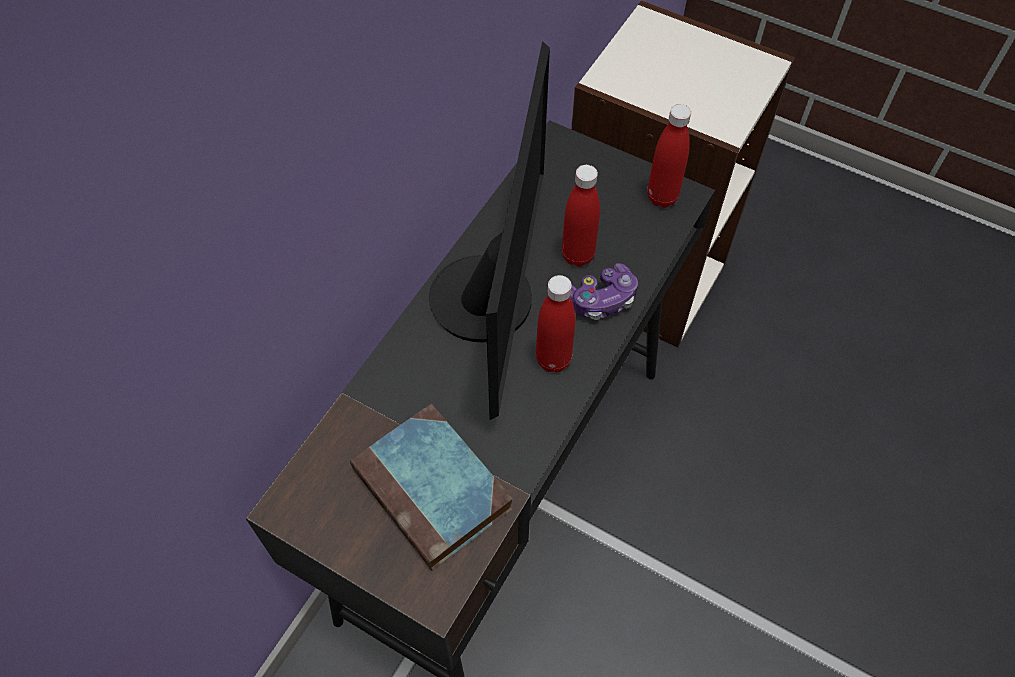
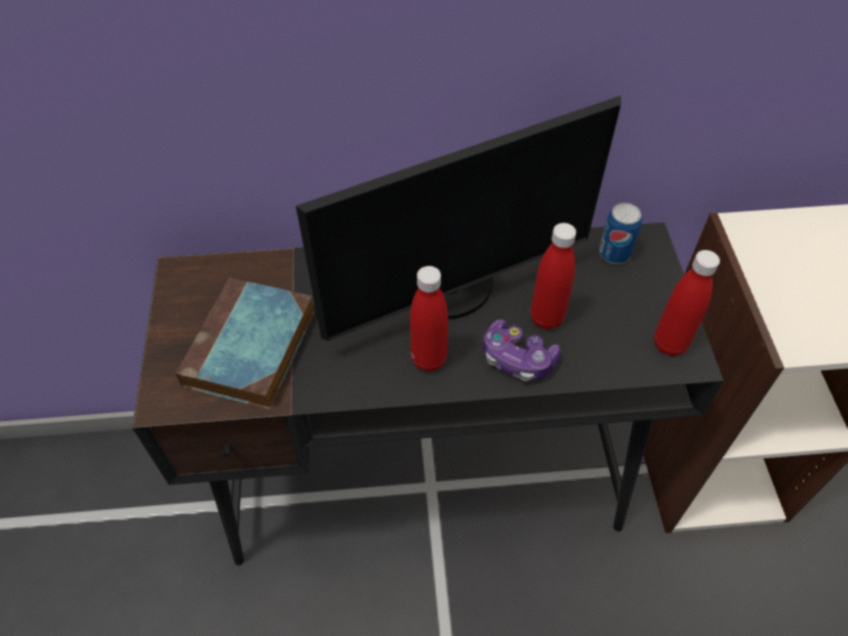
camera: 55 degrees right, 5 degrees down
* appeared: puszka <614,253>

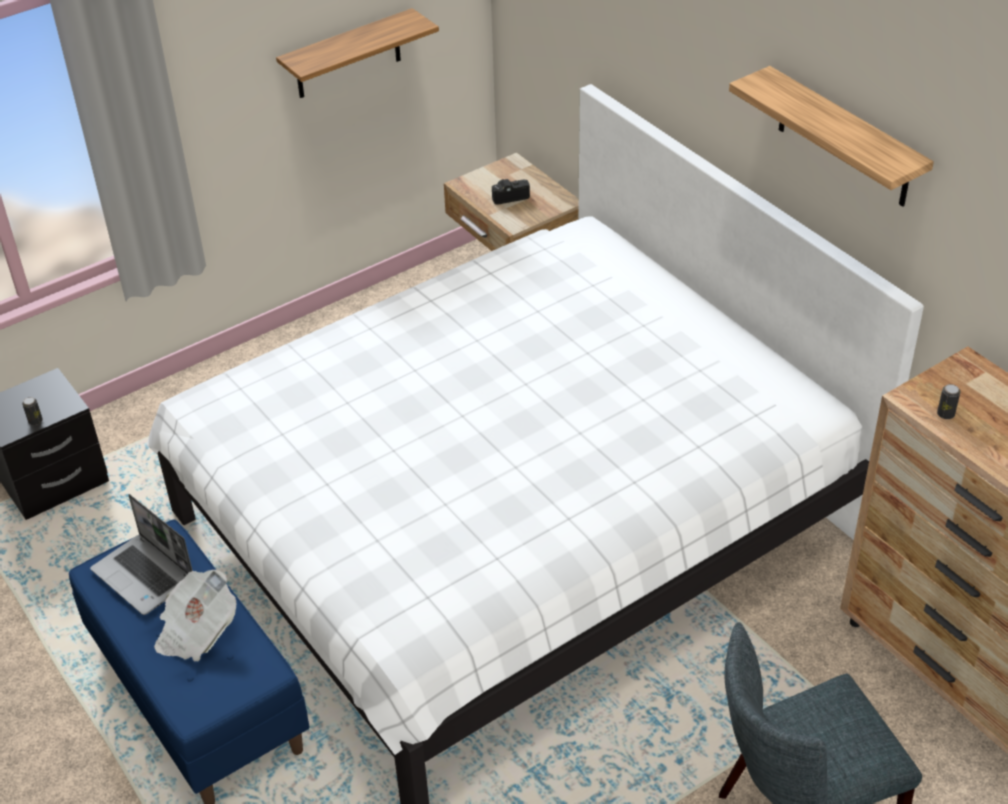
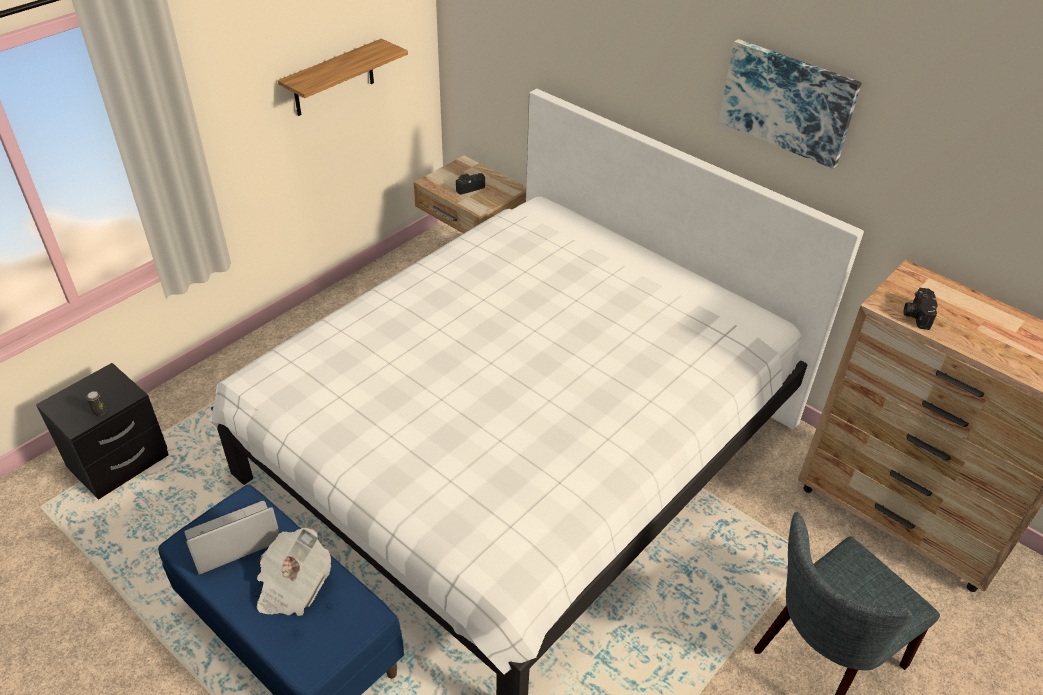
camera: 15 degrees left, 0 degrees up
* spun: laptop <145,575> = <232,540> 120 degrees clockwise
* exchanged: półka <844,139> to obraz <788,101>
* exchanged: puszka <945,414> to aparat fotograficzny <916,314>

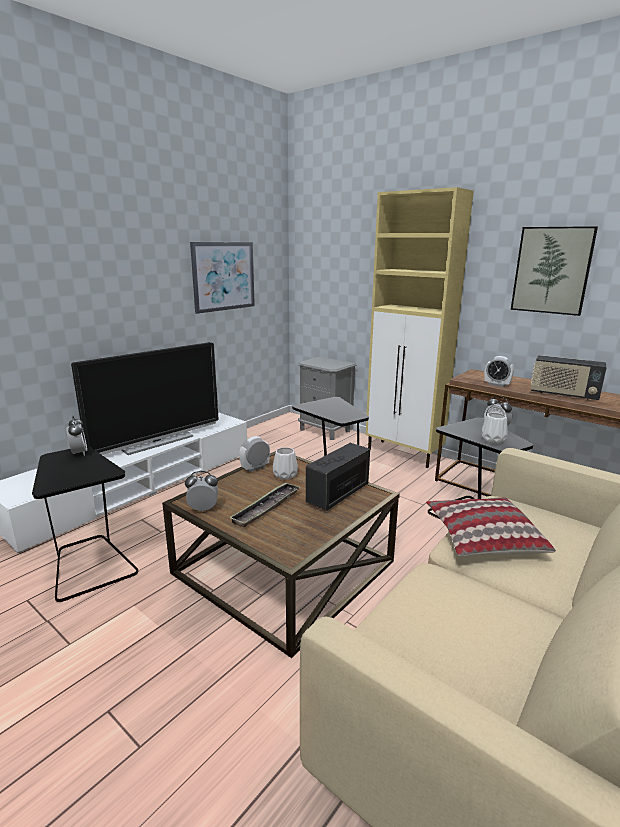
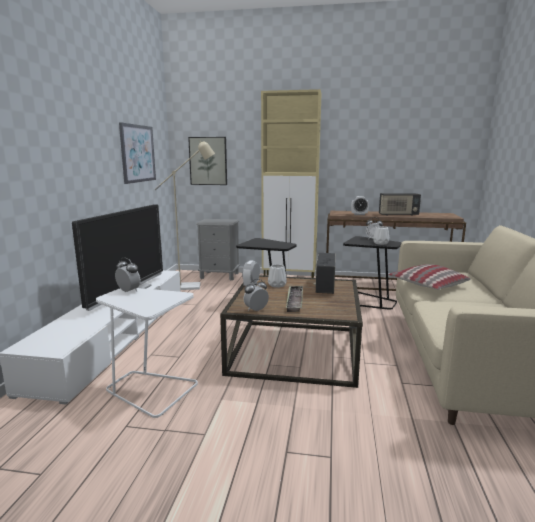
camera: 30 degrees left, 5 degrees down
* colour: stolik [czarny] <90,565> to stolik [biały] <150,390>
* appeared: lampa stojąca [beżowy] <192,286>
* relocated: obraz <552,270> to <208,161>

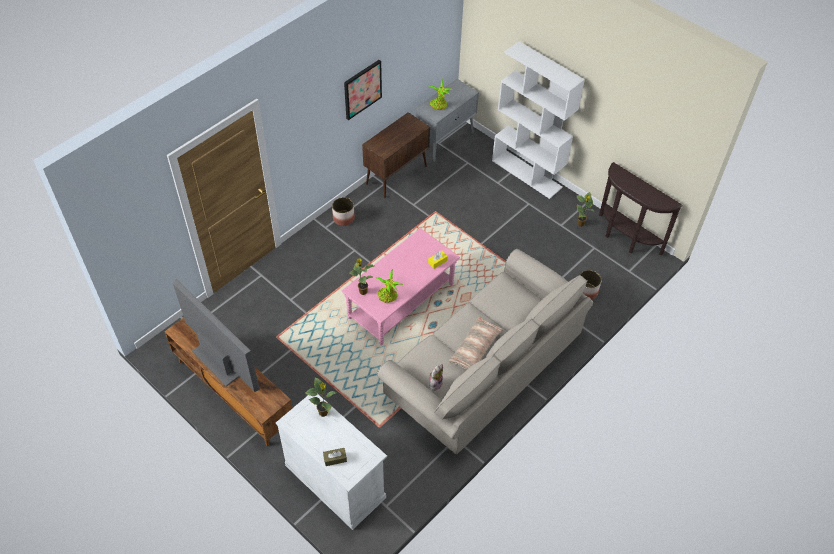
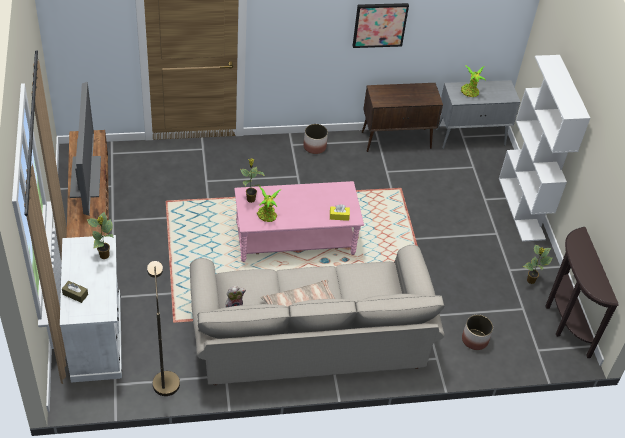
camera: 35 degrees right, 5 degrees down
* appeared: lampa stojąca [brązowy] <164,378>

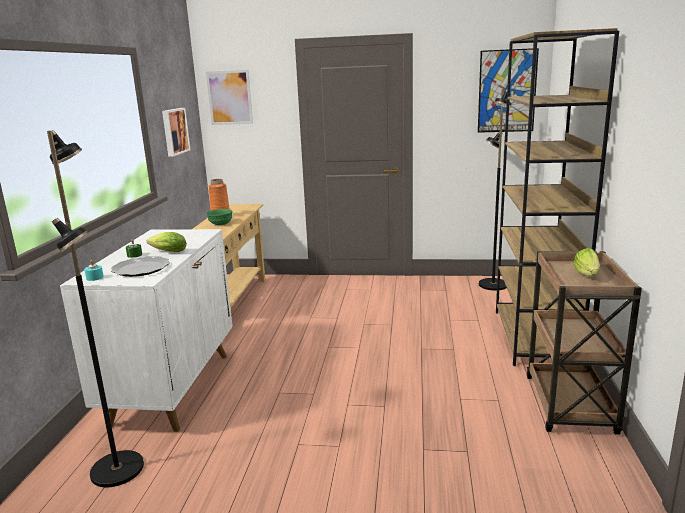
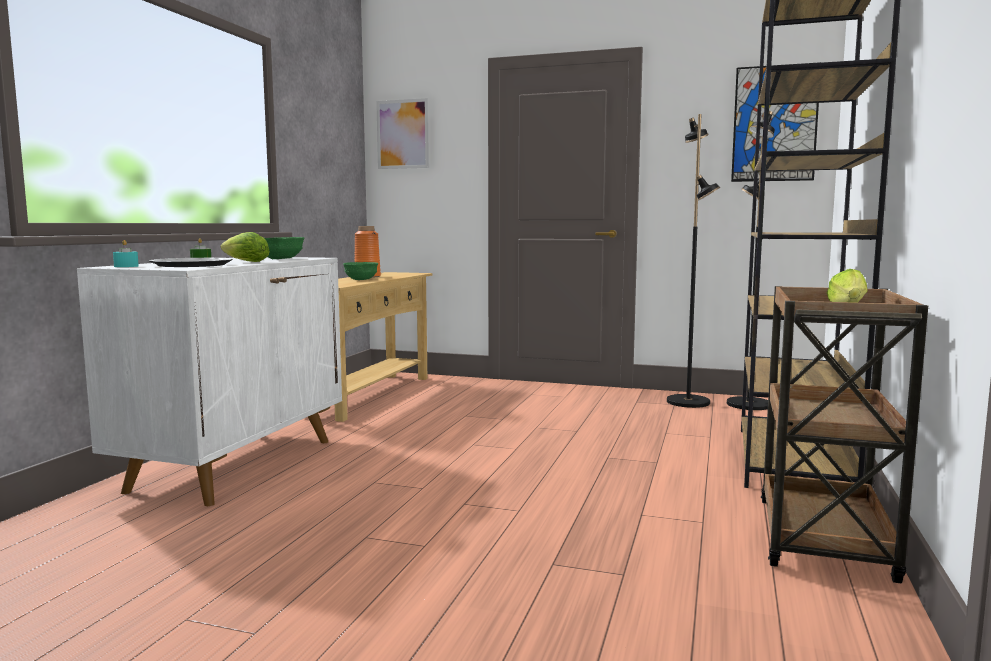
camera: 10 degrees right, 10 degrees down
* appeared: miska [zielony] <282,259>
* relocated: lampa stojąca [czarny] <118,469> to <689,402>
* missing: obraz <174,131>

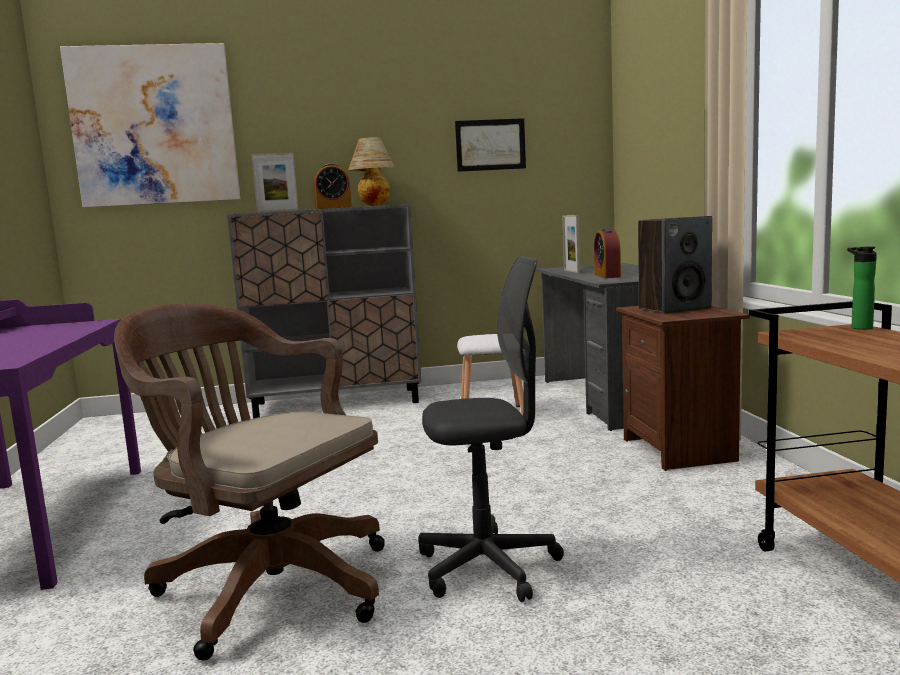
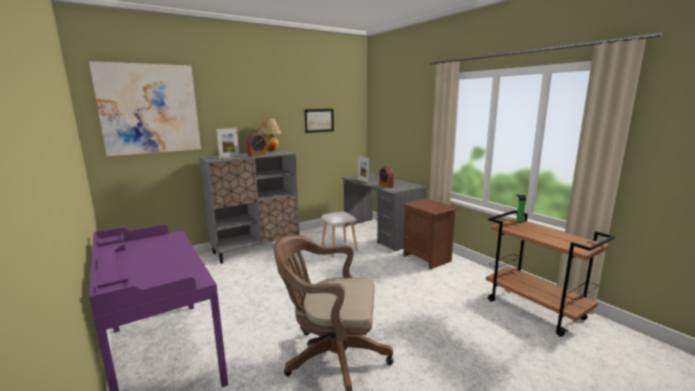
camera: 25 degrees left, 5 degrees up
* missing: krzesło biurowe [szary] <488,567>
* missing: głośnik <674,308>

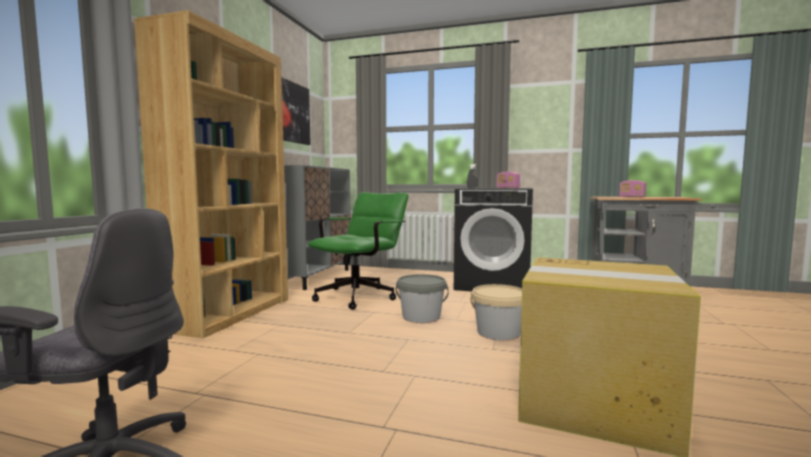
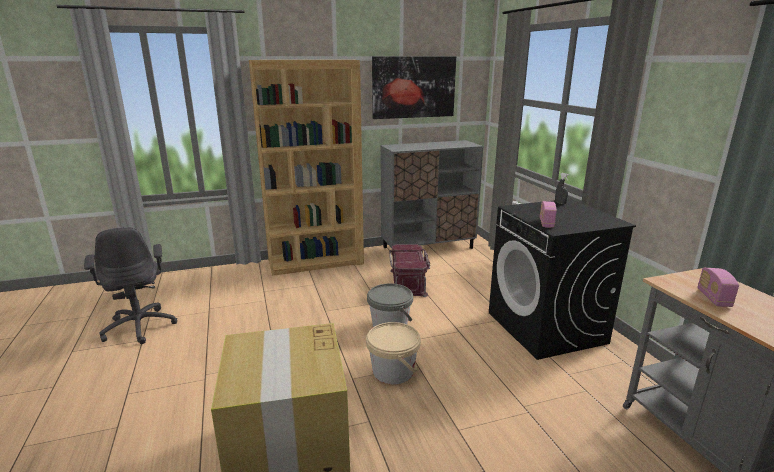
camera: 55 degrees right, 15 degrees up
* exchanged: krzesło biurowe [zielony] <361,296> to pojemnik do przechowywania [czerwony] <409,282>

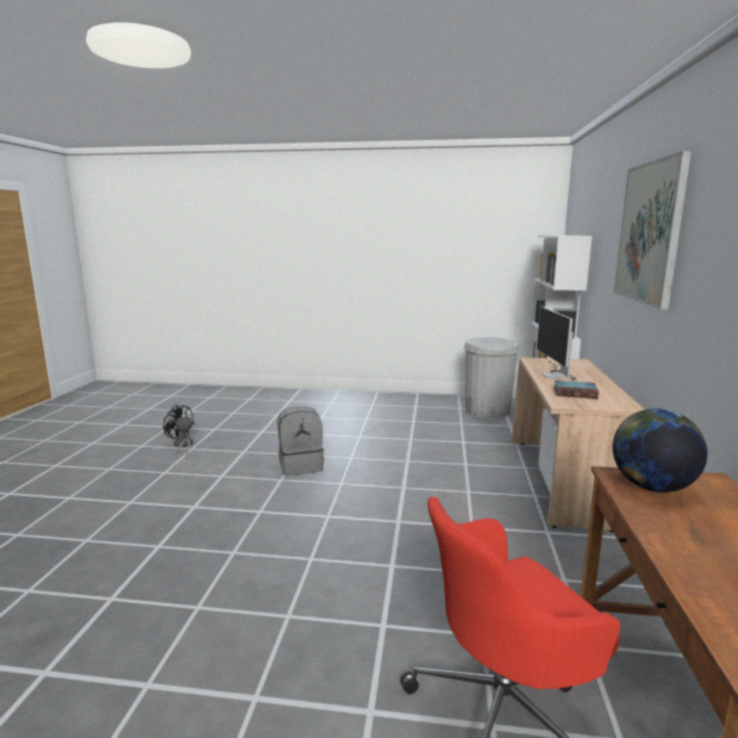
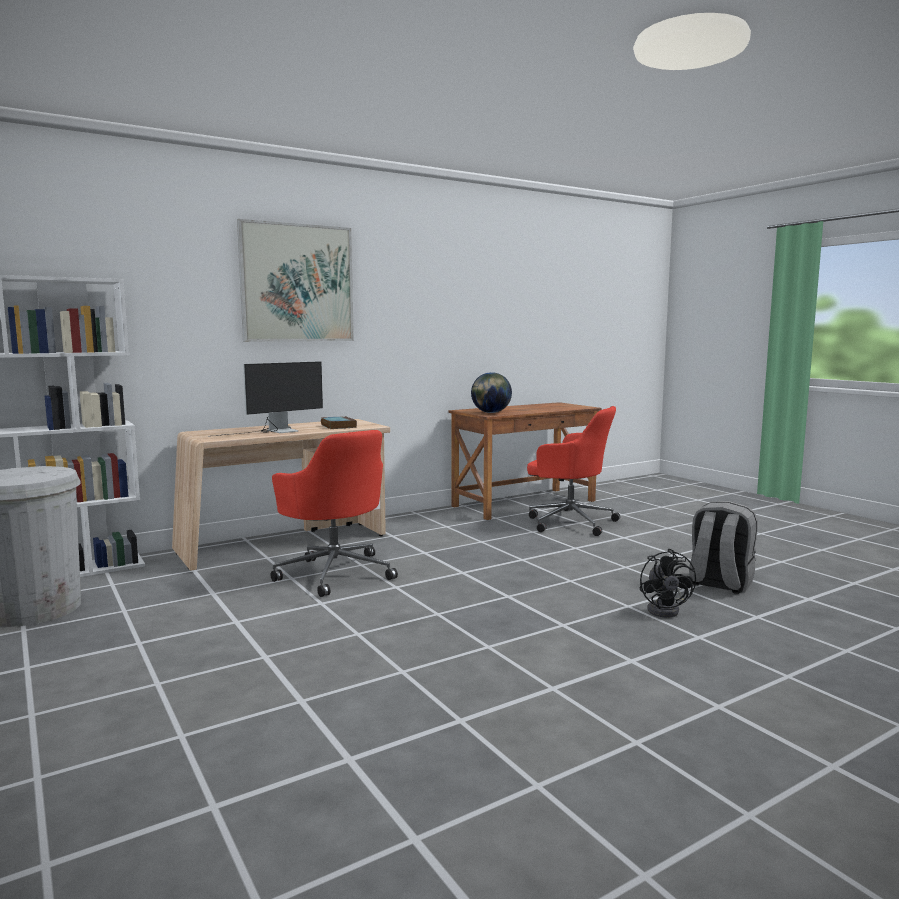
camera: 130 degrees left, 5 degrees down
* appeared: krzesło biurowe [czerwony] <335,573>
* relocated: wentylator [czarny] <182,445> to <666,610>
* relocated: plecak [szary] <301,466> to <719,584>

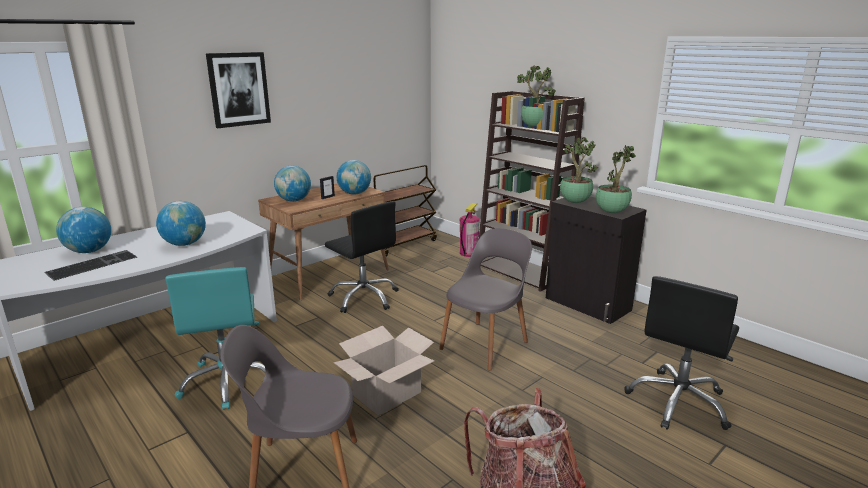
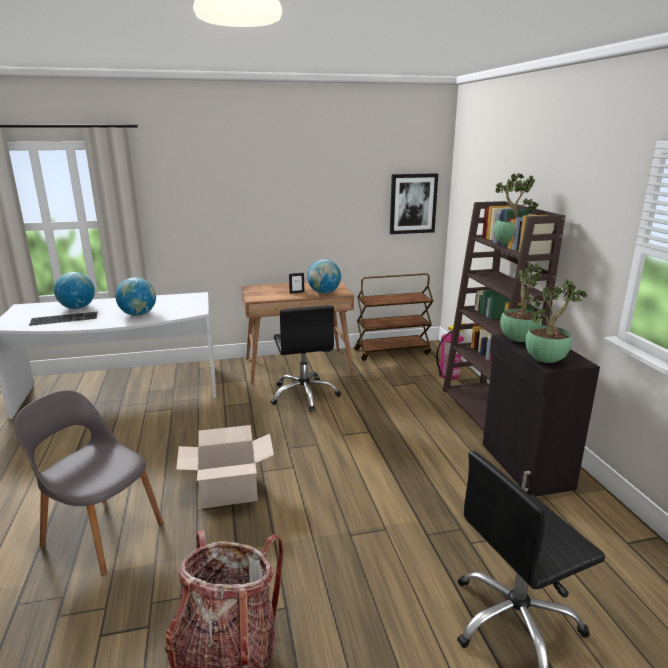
camera: 30 degrees right, 0 degrees up
* relocated: obraz <239,89> to <413,203>
* missing: krzesło biurowe [turkusowy] <228,381>
* missing: globus <294,200>
* missing: krzesło [szary] <485,344>

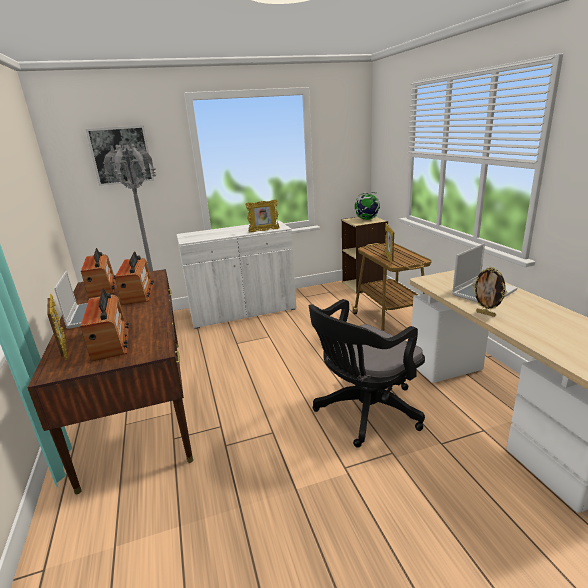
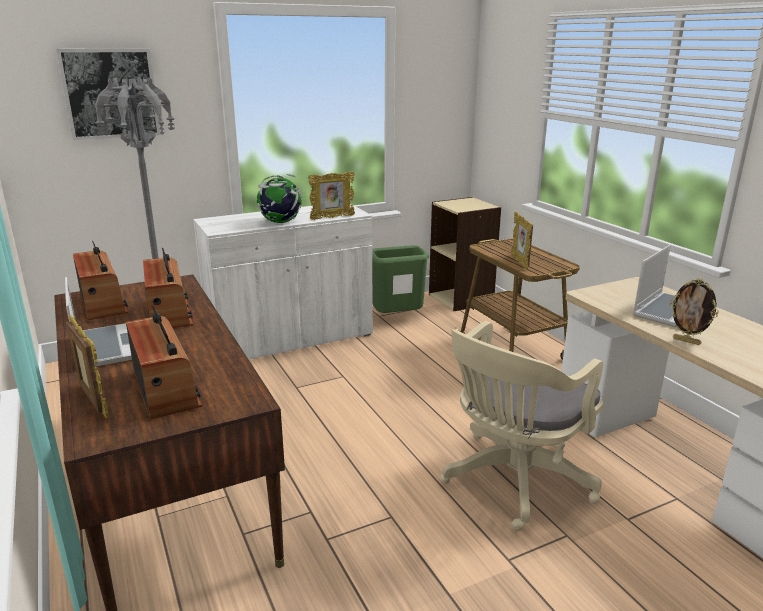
camera: 10 degrees left, 0 degrees up
* relocated: globus <366,219> to <280,222>
* appeared: kosz na śmieci [zielony] <397,319>
* colour: krzesło biurowe [czarny] <364,412> to krzesło biurowe [beżowy] <513,481>

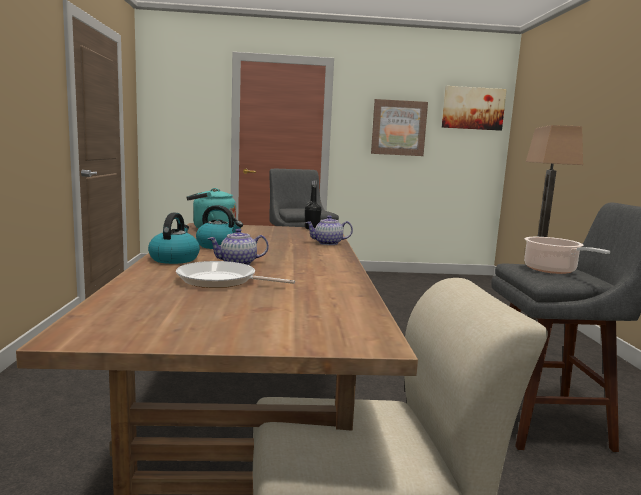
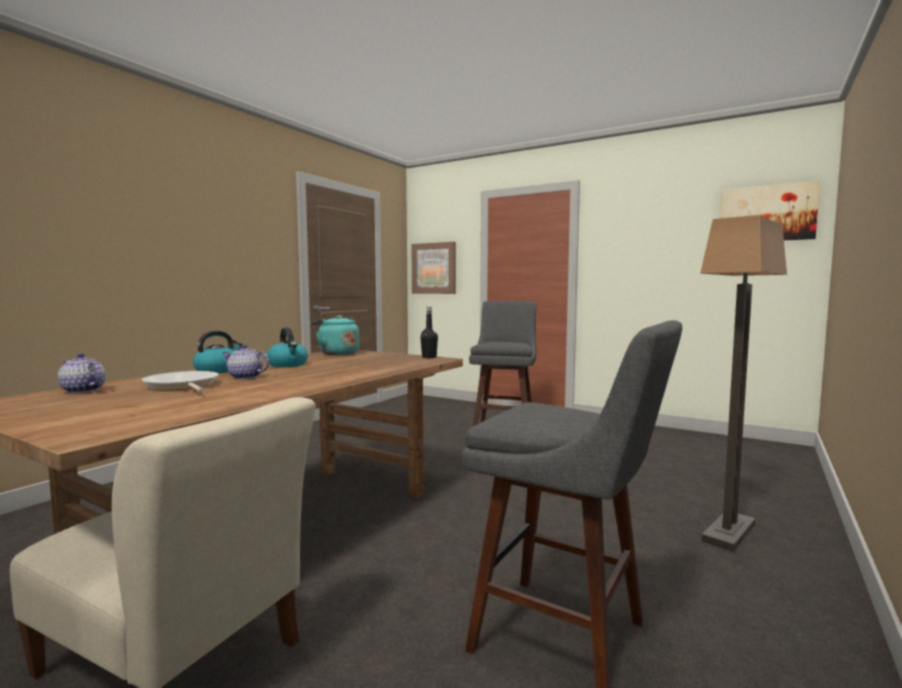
camera: 35 degrees right, 5 degrees down
* relocated: imbryk <328,243> to <82,390>
* relocated: obraz <398,128> to <434,268>
* missing: garnek <552,270>

